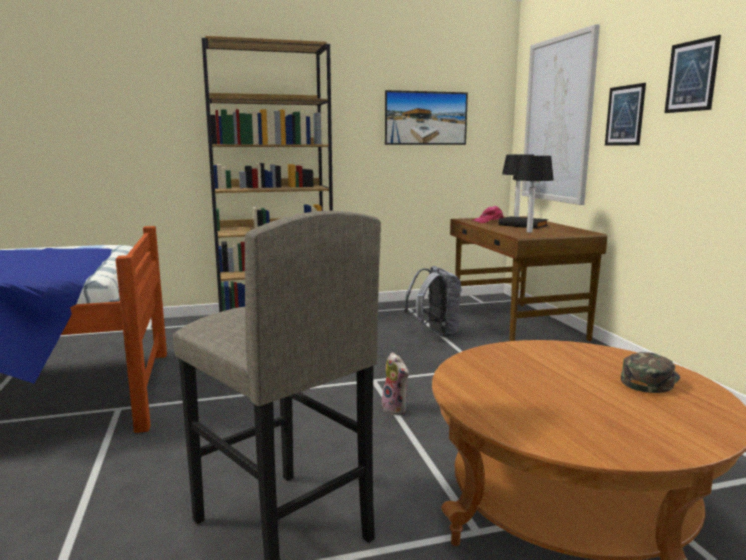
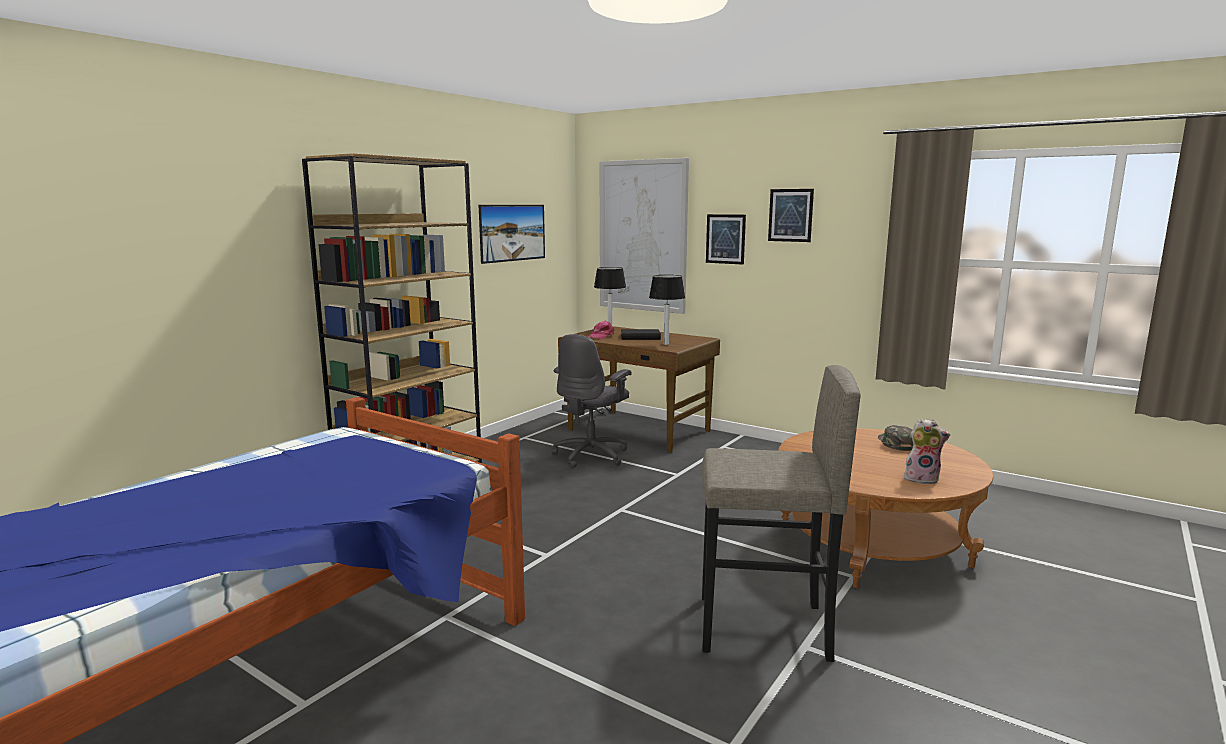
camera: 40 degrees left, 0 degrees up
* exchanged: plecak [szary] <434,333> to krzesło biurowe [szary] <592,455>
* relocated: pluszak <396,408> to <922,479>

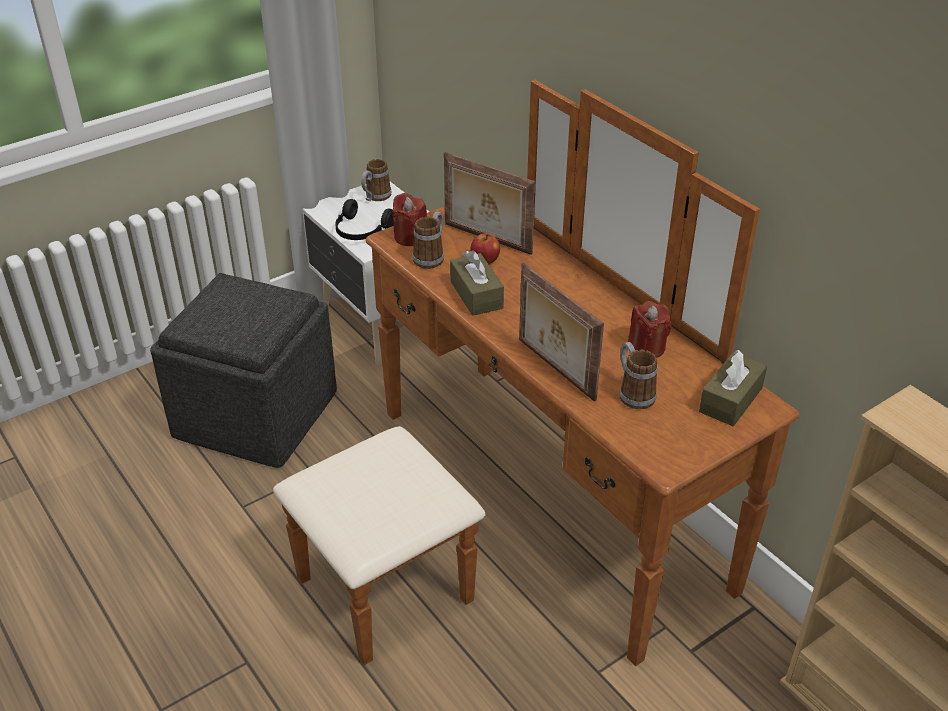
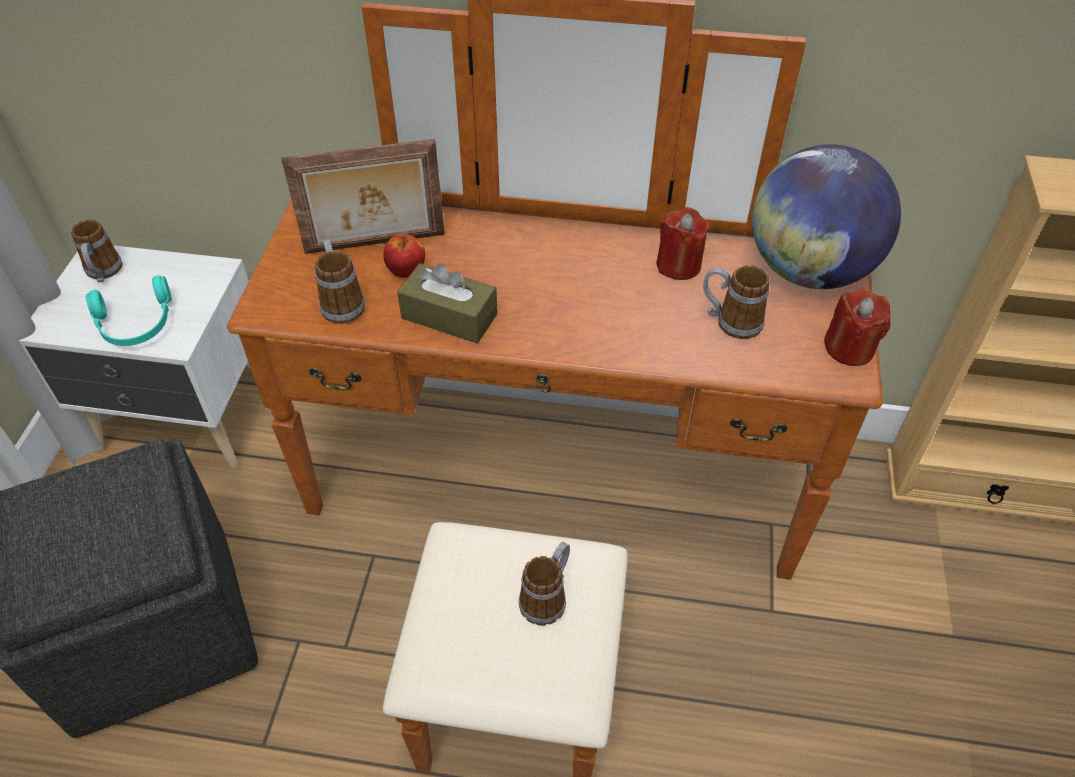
camera: 45 degrees left, 10 degrees up
* colour: słuchawki [czarny] <361,231> to słuchawki [turkusowy] <136,324>
* appeared: kubek <548,596>
* exchanged: pudełko chusteczek [brązowy] <730,400> to globus <809,270>
* relocated: świeca [czerwony] <410,237> to <849,348>
* missing: ramka na zdjęcie <554,370>

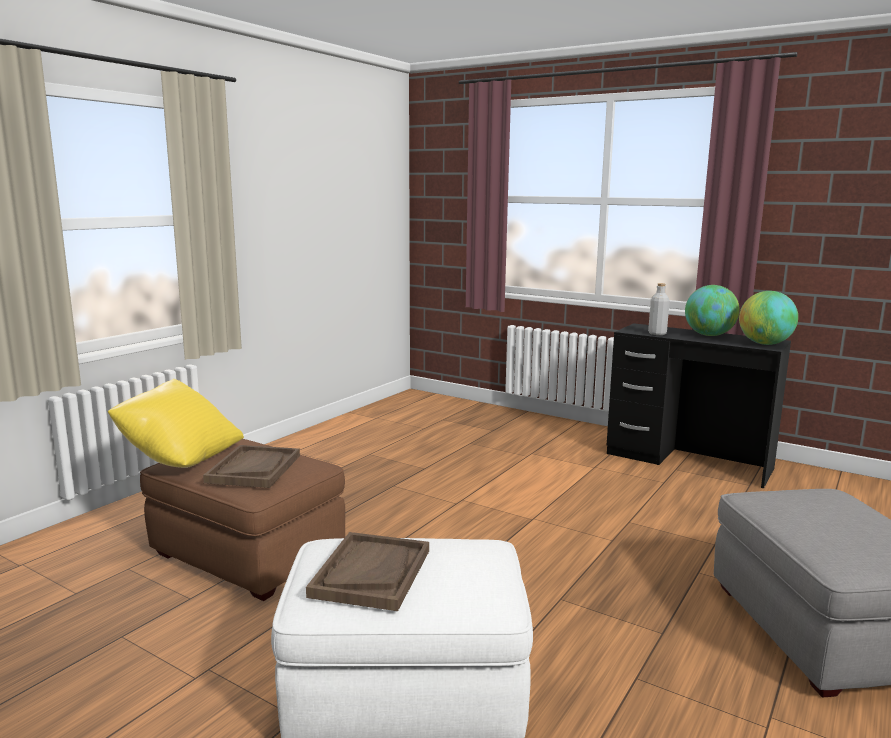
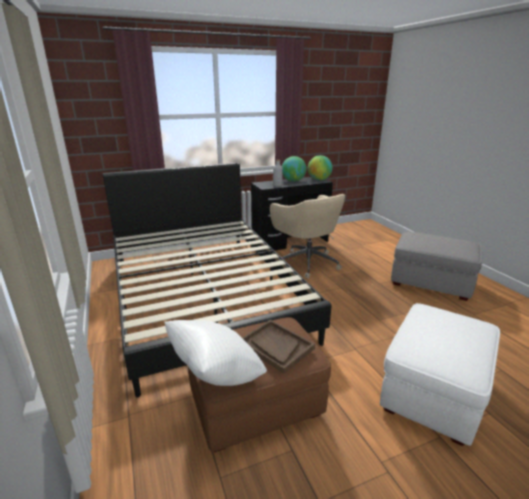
camera: 55 degrees left, 10 degrees up
* appeared: łóżko [czarny] <204,296>
* colour: poduszka [żółty] <180,457> to poduszka [biały] <216,374>
* appeared: krzesło biurowe [beżowy] <307,262>
* missing: taca [brązowy] <371,573>

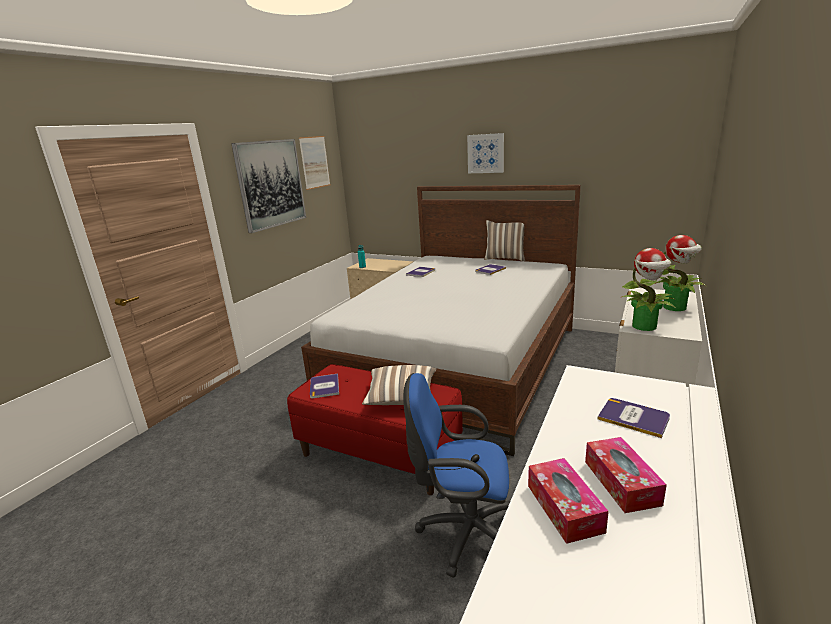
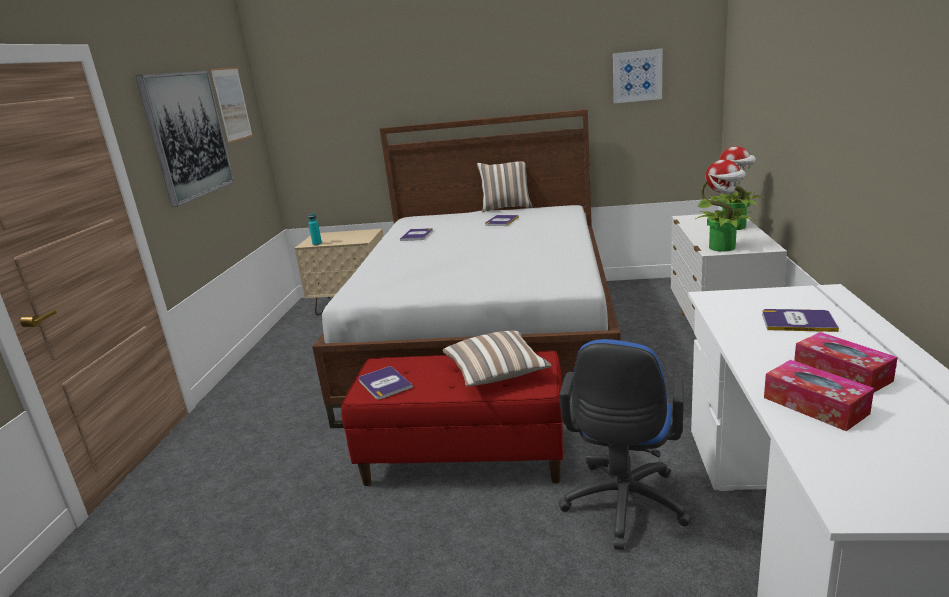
camera: 20 degrees left, 0 degrees up
* spun: krzesło biurowe [niebieski] <464,533> = <623,508> 60 degrees counterclockwise
* relocated: obraz <485,153> to <637,76>

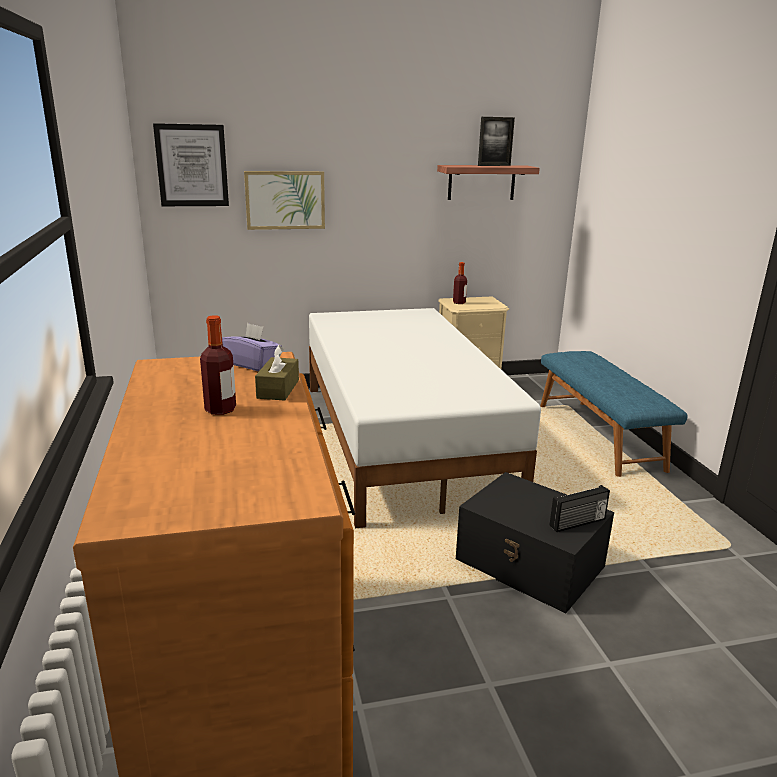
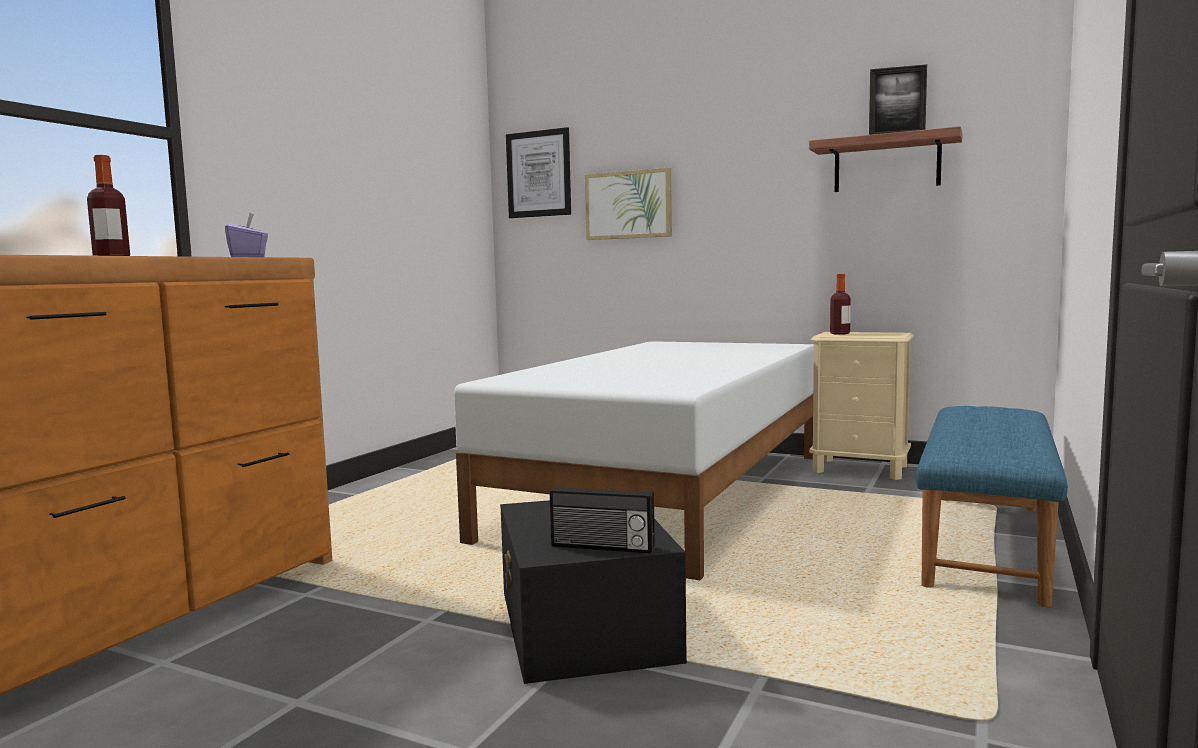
camera: 40 degrees right, 15 degrees down
* missing: pudełko chusteczek [brązowy] <278,389>

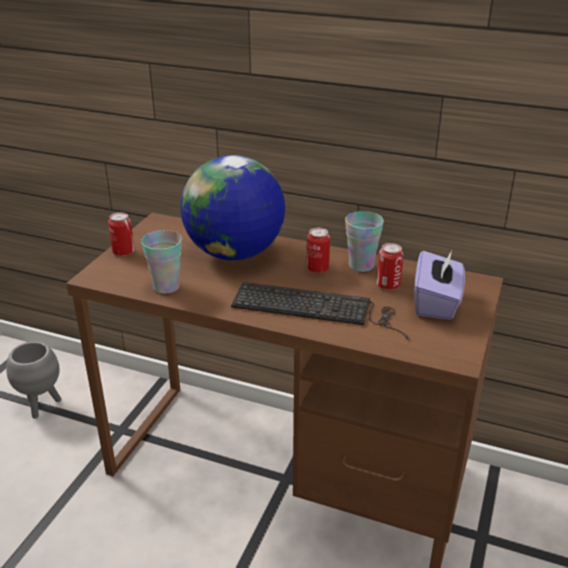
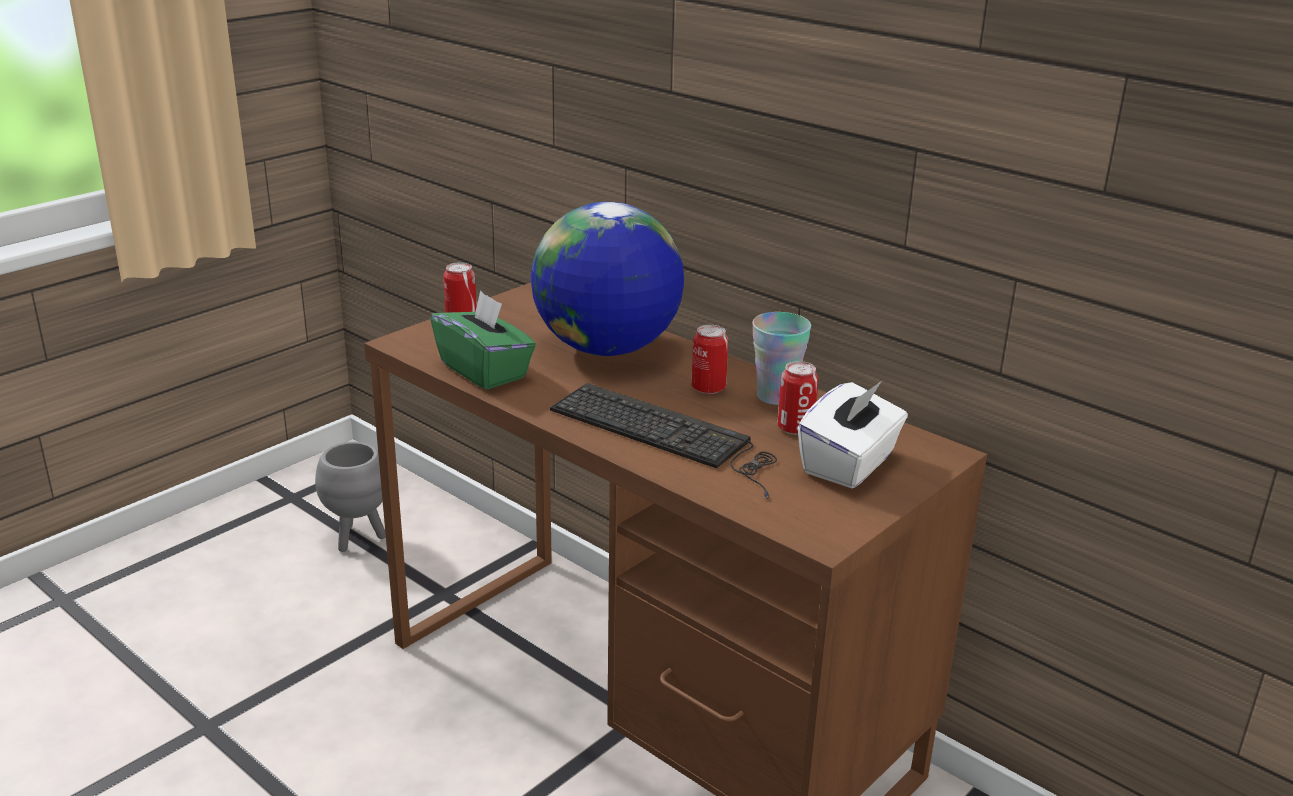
camera: 20 degrees right, 5 degrees down
* exchanged: filiżanka <166,287> to pudełko chusteczek [zielony] <485,370>
* colour: pudełko chusteczek [fioletowy] <436,303> to pudełko chusteczek [biały] <849,464>

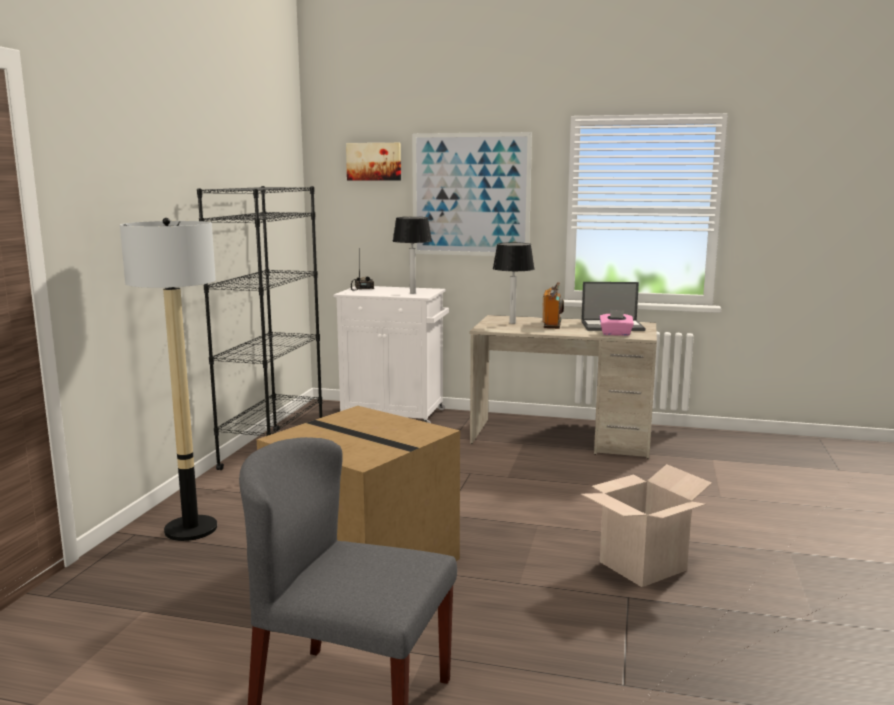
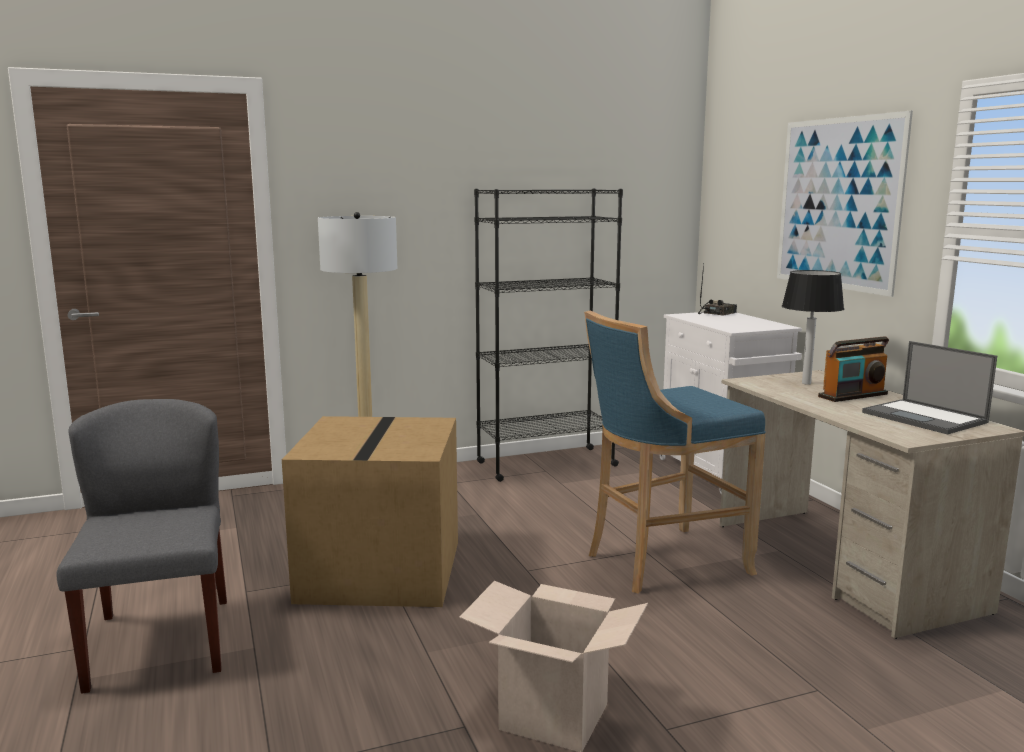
camera: 55 degrees right, 0 degrees up
* appeared: stołek [niebieski] <661,562>
* missing: obraz <374,161>
* missing: lampa stołowa <413,293>
* missing: pudełko chusteczek [różowy] <615,334>

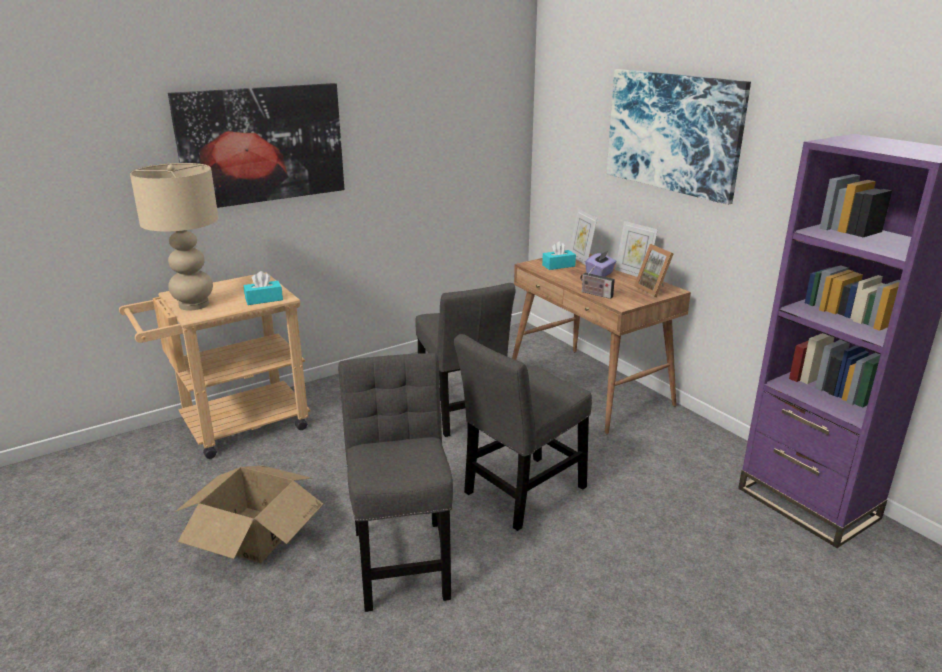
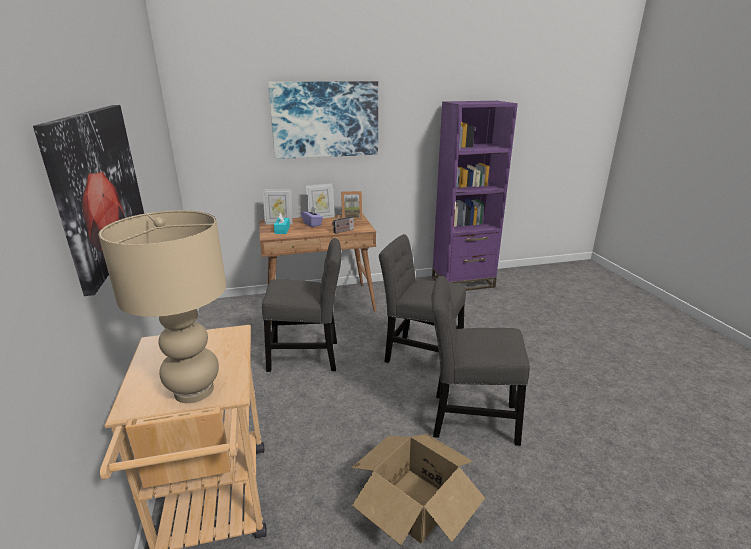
camera: 70 degrees left, 0 degrees up
* spun: krzesło [szary] <521,493> = <420,355> 135 degrees clockwise
* missing: pudełko chusteczek [turkusowy] <264,299>

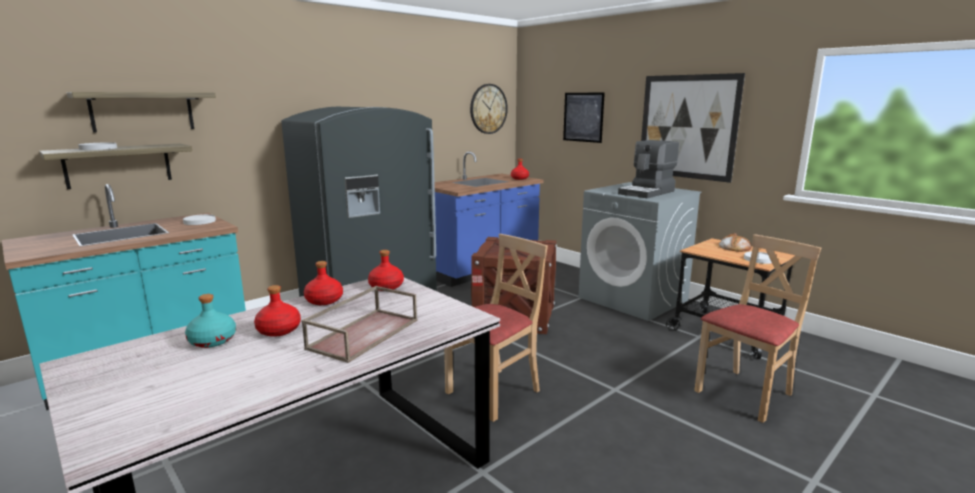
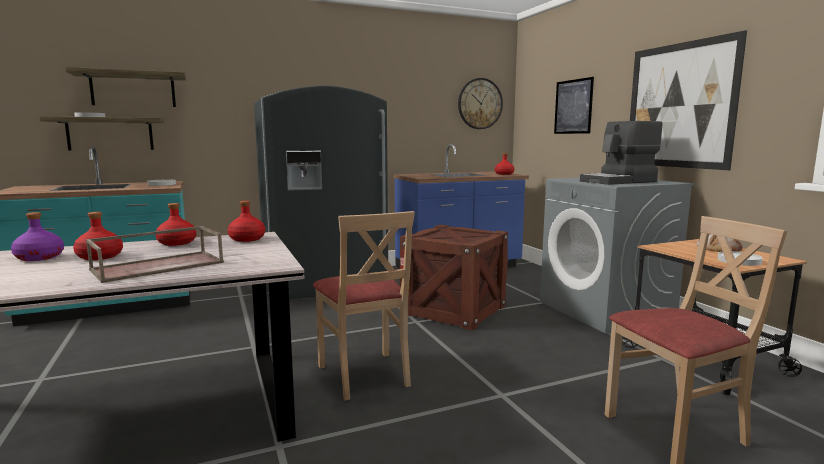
camera: 20 degrees right, 5 degrees down
* colour: butelka [turkusowy] <213,340> to butelka [fioletowy] <40,257>
* spun: krzesło [beżowy] <494,392> = <364,374> 90 degrees clockwise

